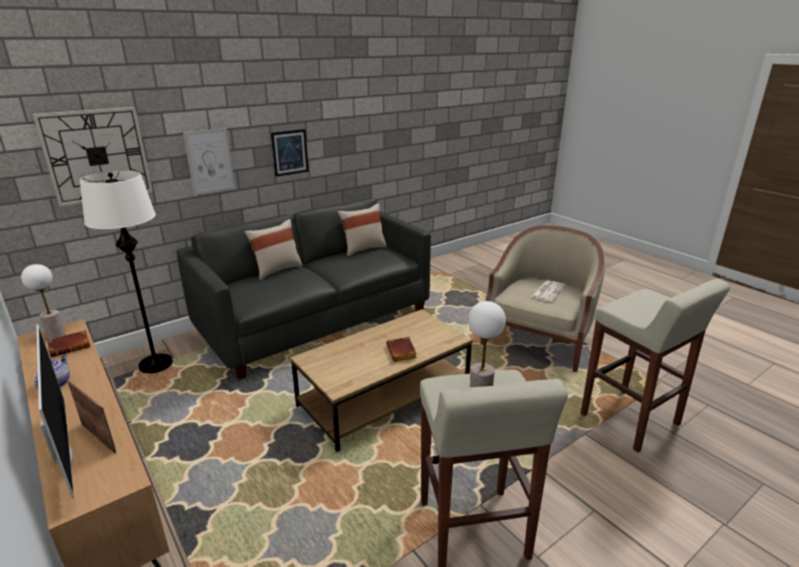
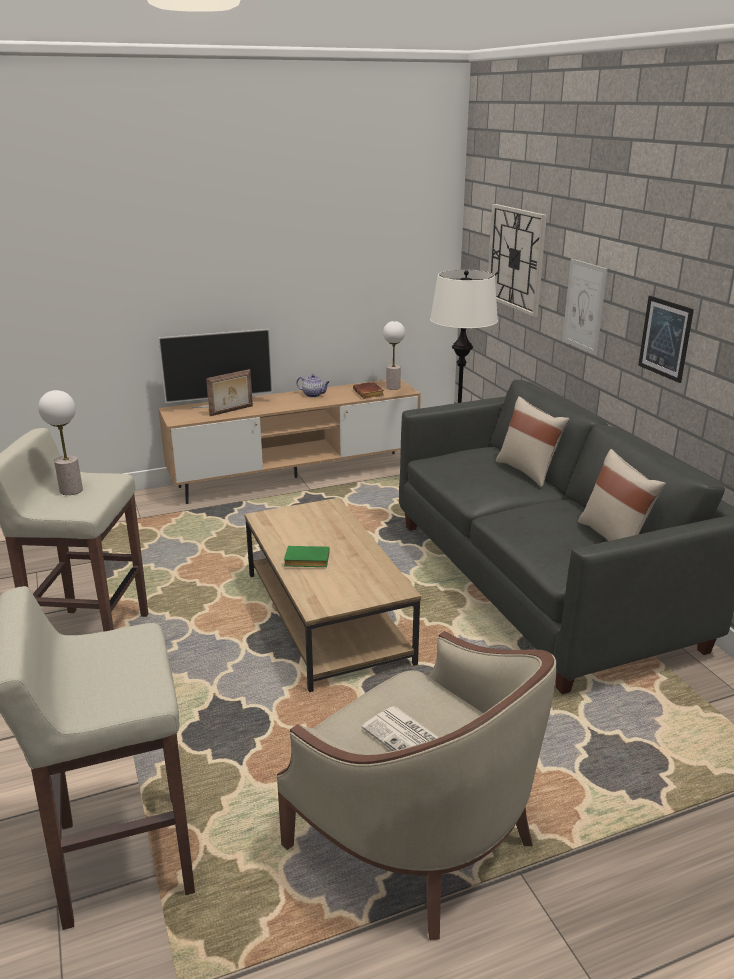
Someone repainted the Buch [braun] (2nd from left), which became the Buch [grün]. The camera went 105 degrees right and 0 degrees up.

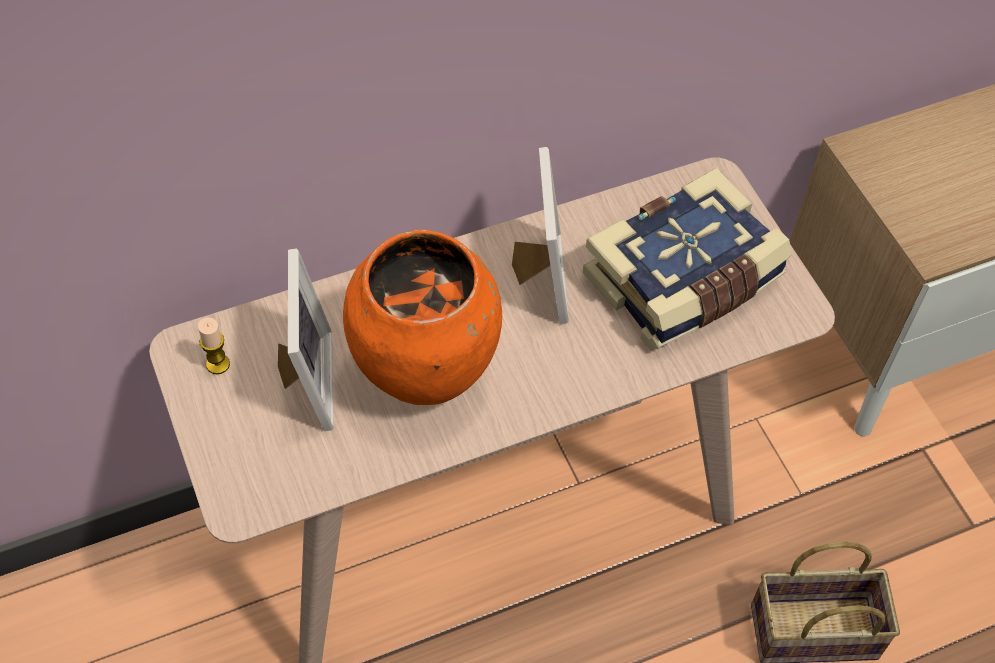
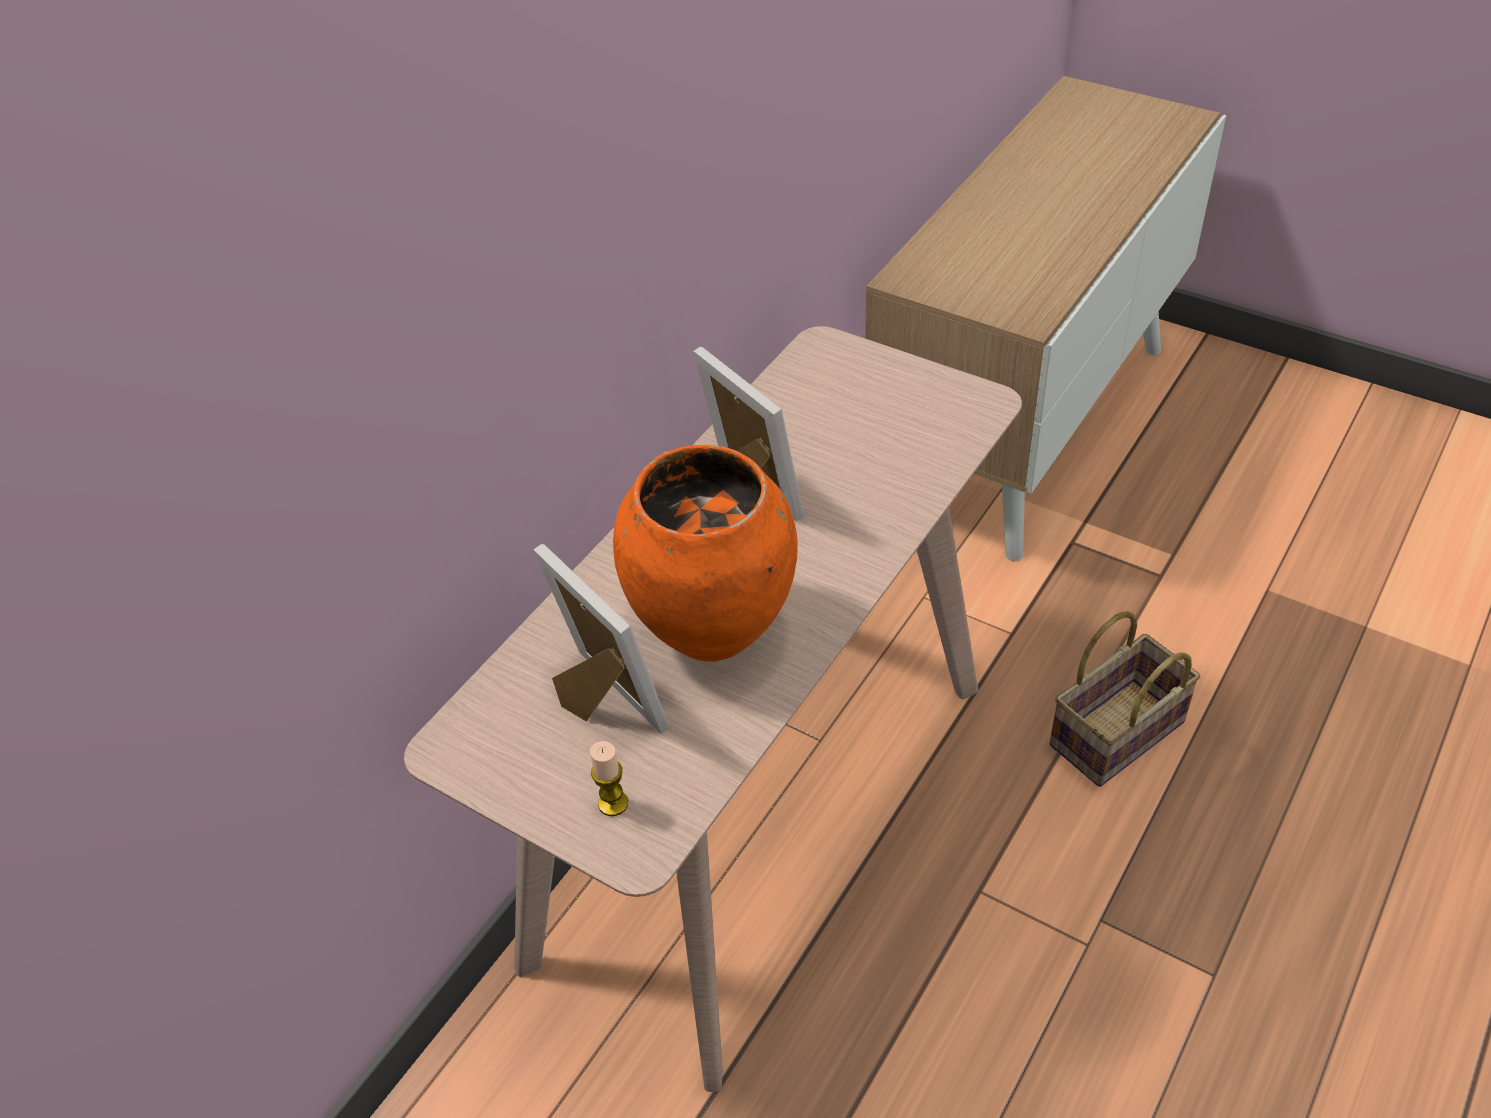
Someone took away the Buch. Someone carried the Kerze. The camera went 30 degrees left and 10 degrees down.

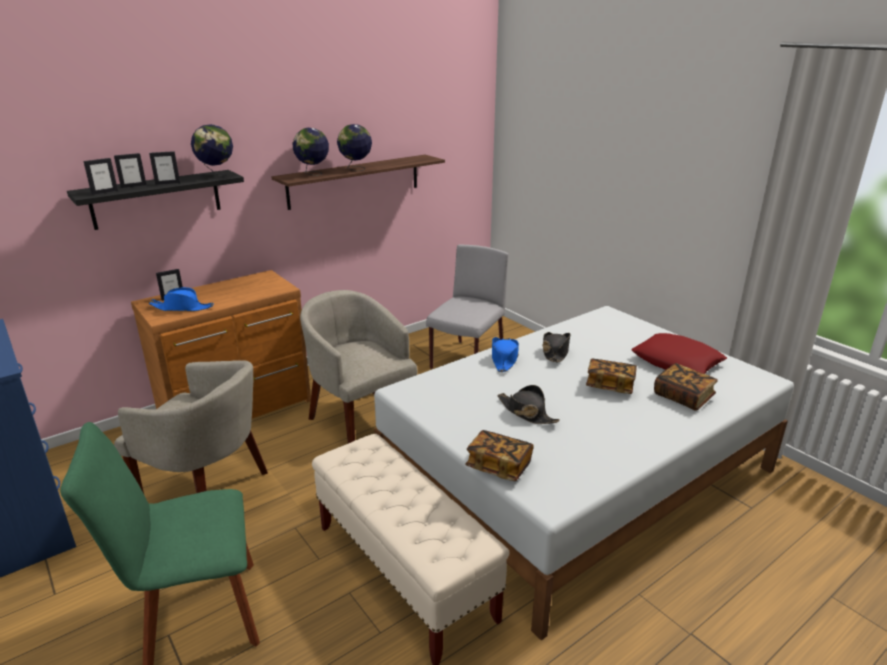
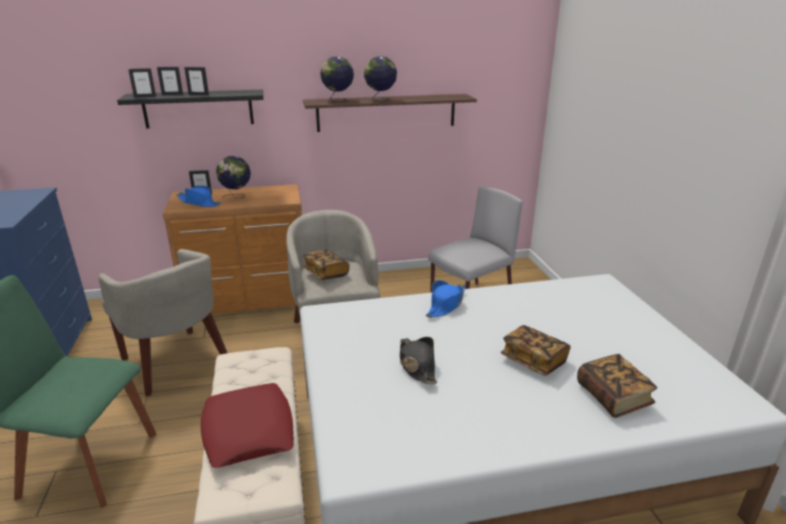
Someone carried the Globus (1st from left). Someone took away the Hut [schwarz] (2nd from left). Someone carried the Kissen [rot]. Someone carried the Buch (1st from left). The camera went 25 degrees right and 0 degrees up.

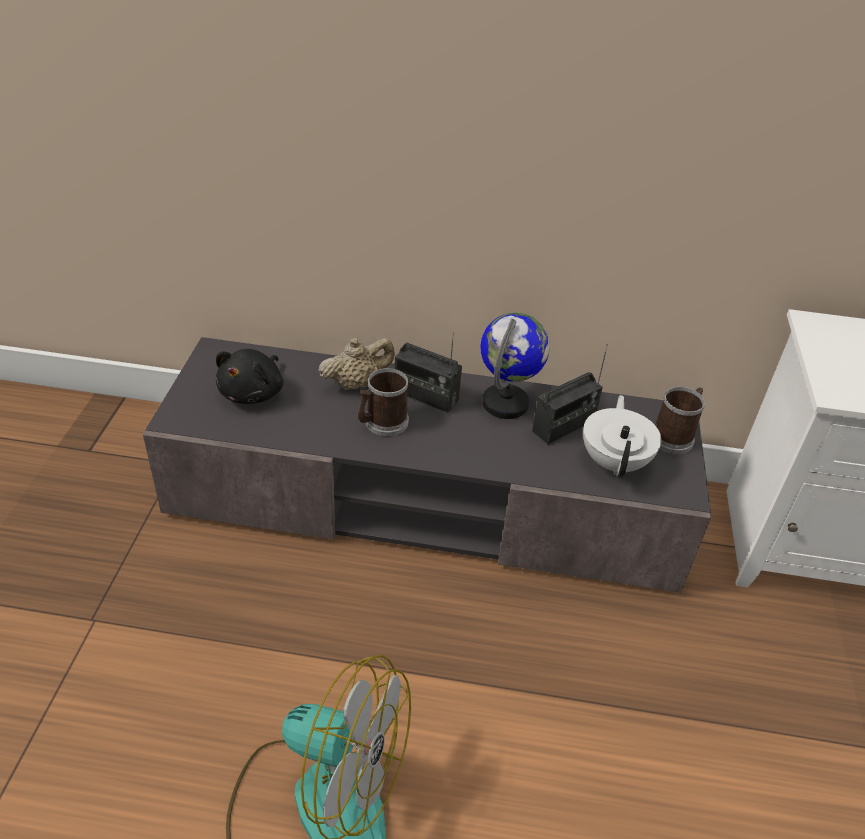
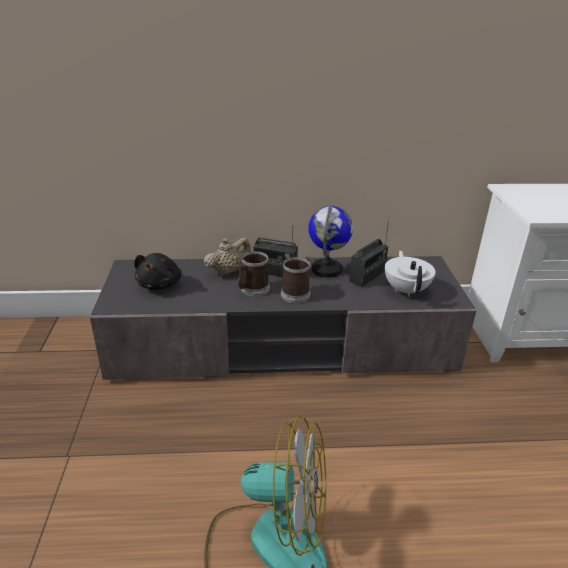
Someone carried the Henkelbecher (2nd from left). The camera went 10 degrees left and 10 degrees down.

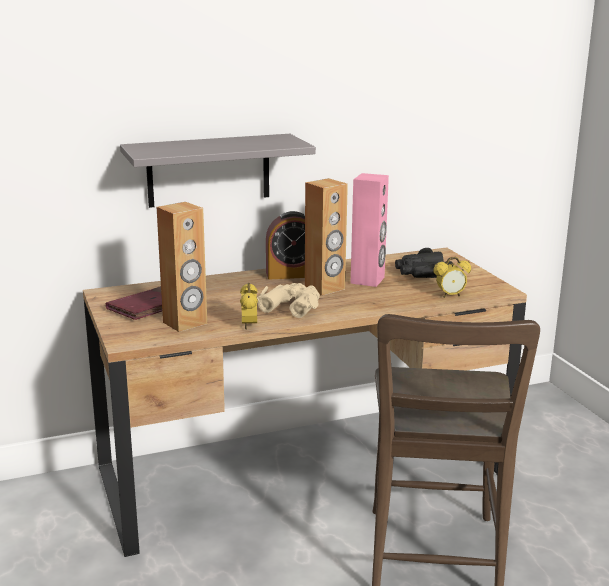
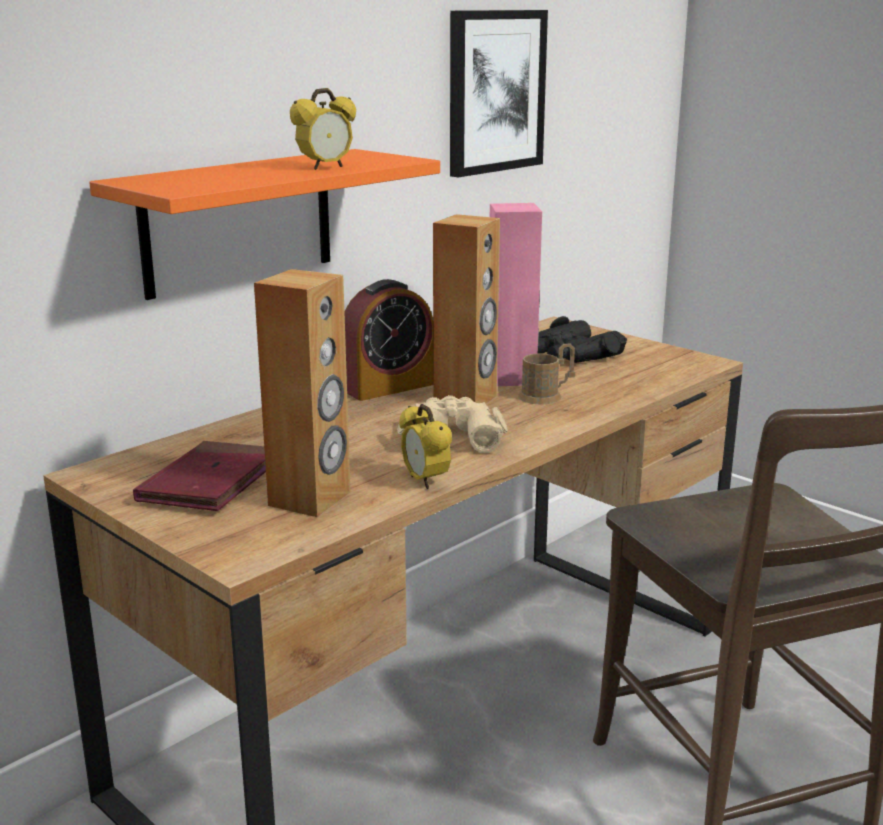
Someone repainted the Wandregal [grau], which became the Wandregal [orange]. Someone carried the Wecker (3rd from left in the first image). Someone put up the Bild. Someone put down the Henkelbecher [braun]. The camera went 25 degrees left and 0 degrees up.

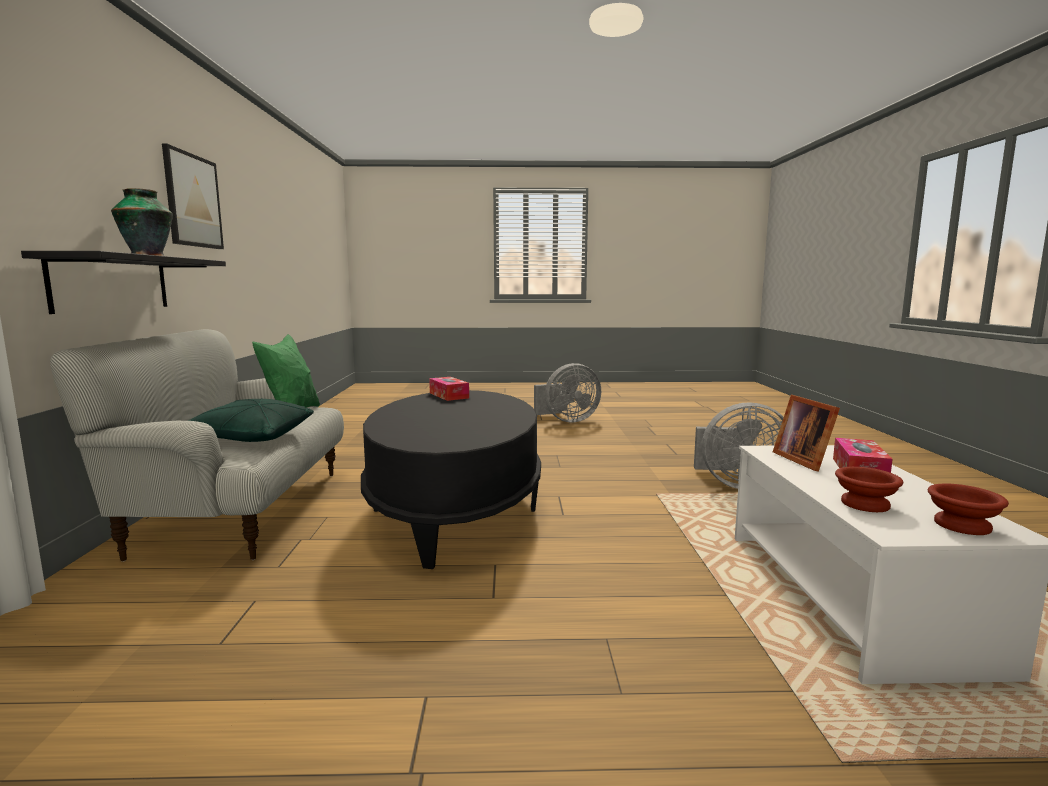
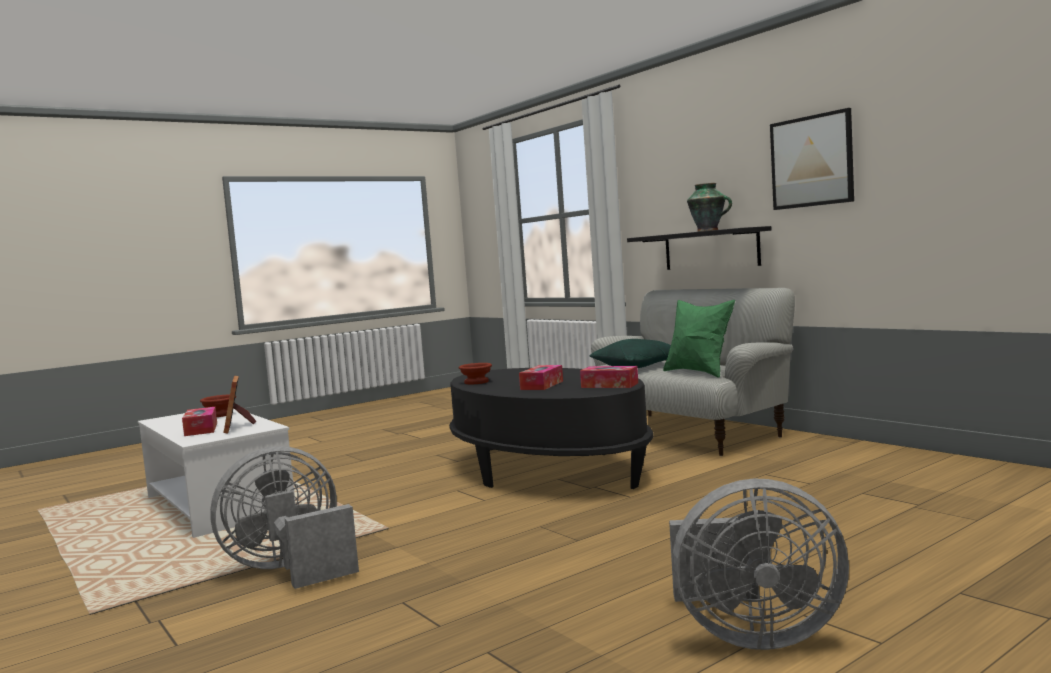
Someone rotated the Ventilator [grau] (1st from left in the first image) by 120 degrees counterclockwise. Someone rotated the Bilderrahmen by 150 degrees counterclockwise. Someone carried the Schüssel [braun] (2nd from left). Someone put down the Taschentuchbox (2nd from left). The camera went 145 degrees right and 5 degrees down.

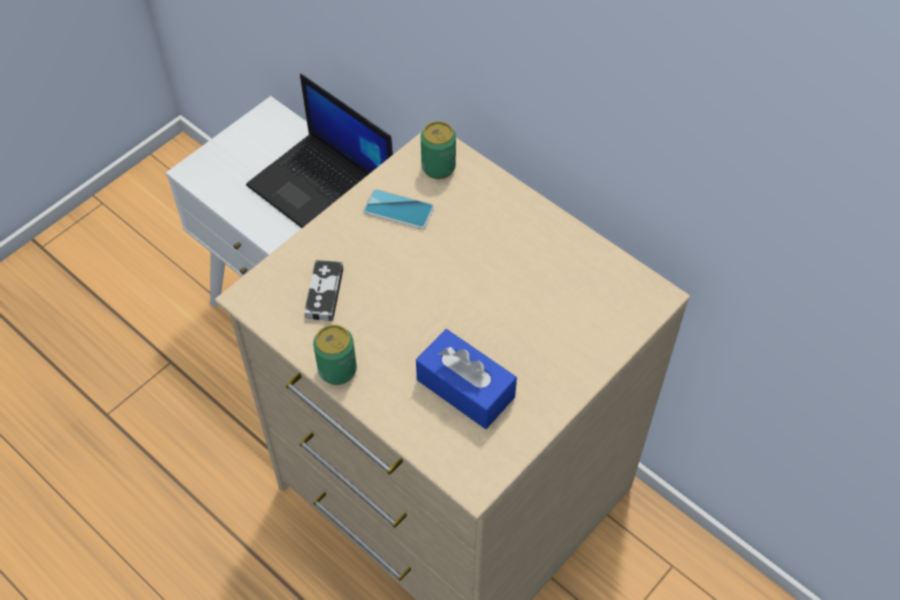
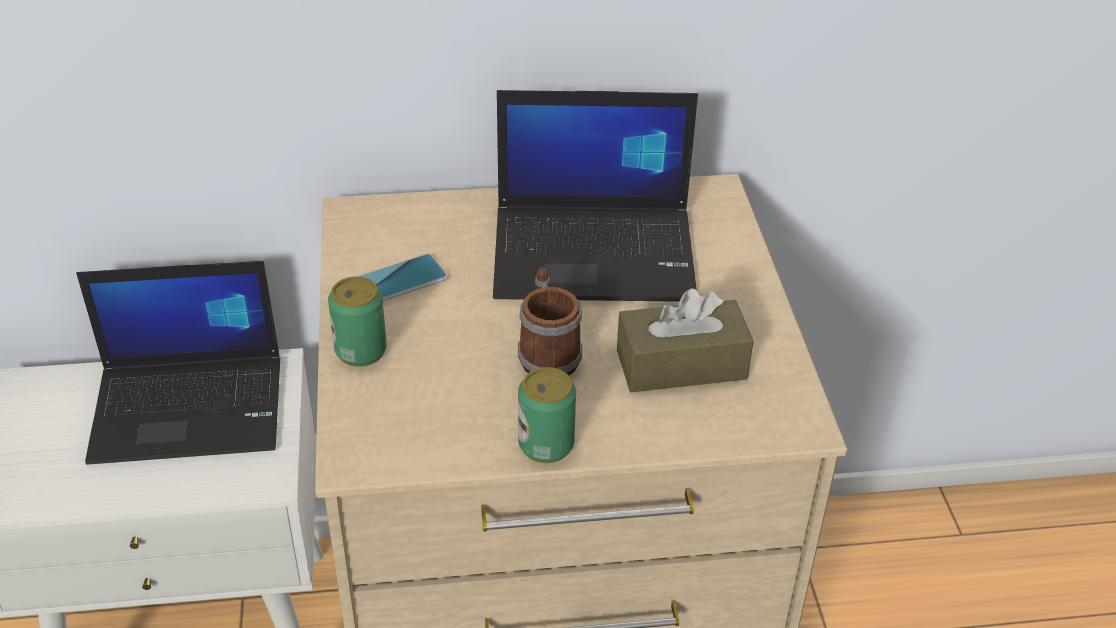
Someone carried the Dose (2nd from left in the first image). Someone took away the Gamepad. Someone repainted the Taschentuchbox [blau], which became the Taschentuchbox [braun]. Someone put down the Laptop (2nd from left). Someone put down the Henkelbecher. The camera went 50 degrees left and 15 degrees down.

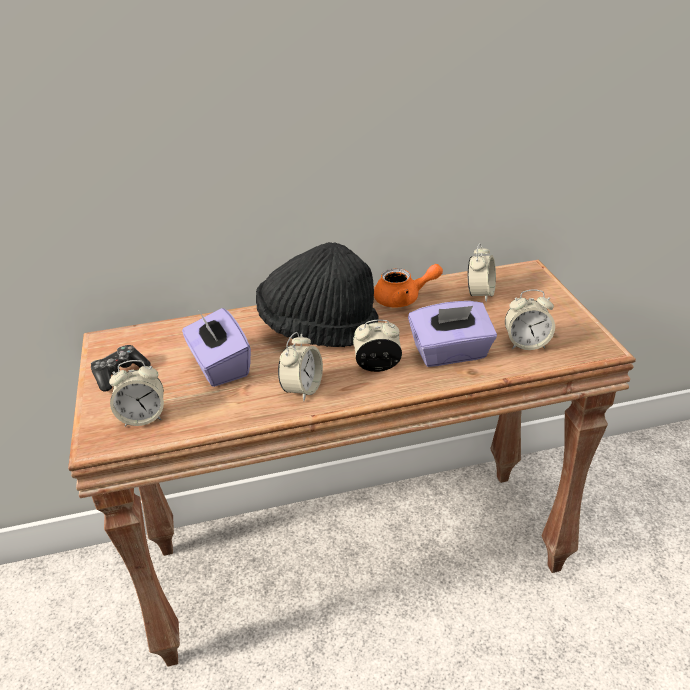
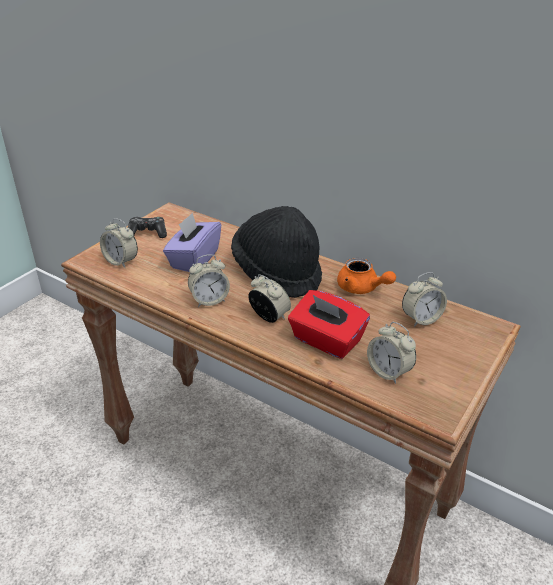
Someone repainted the Taschentuchbox [lila] (2nd from left), which became the Taschentuchbox [rot]. The camera went 45 degrees right and 0 degrees up.

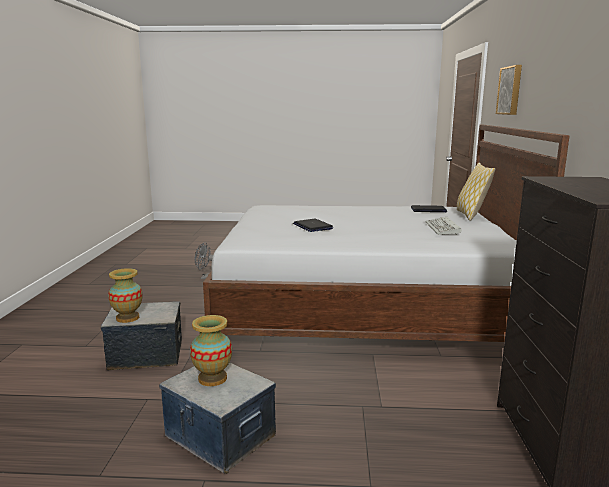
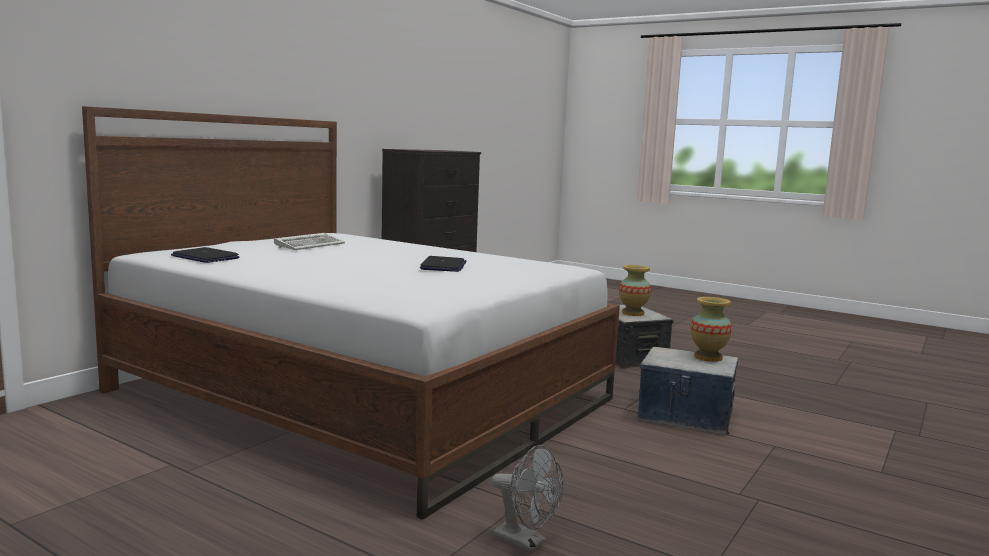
Someone took away the Bild. Someone took away the Kissen. The camera went 150 degrees left and 5 degrees down.

